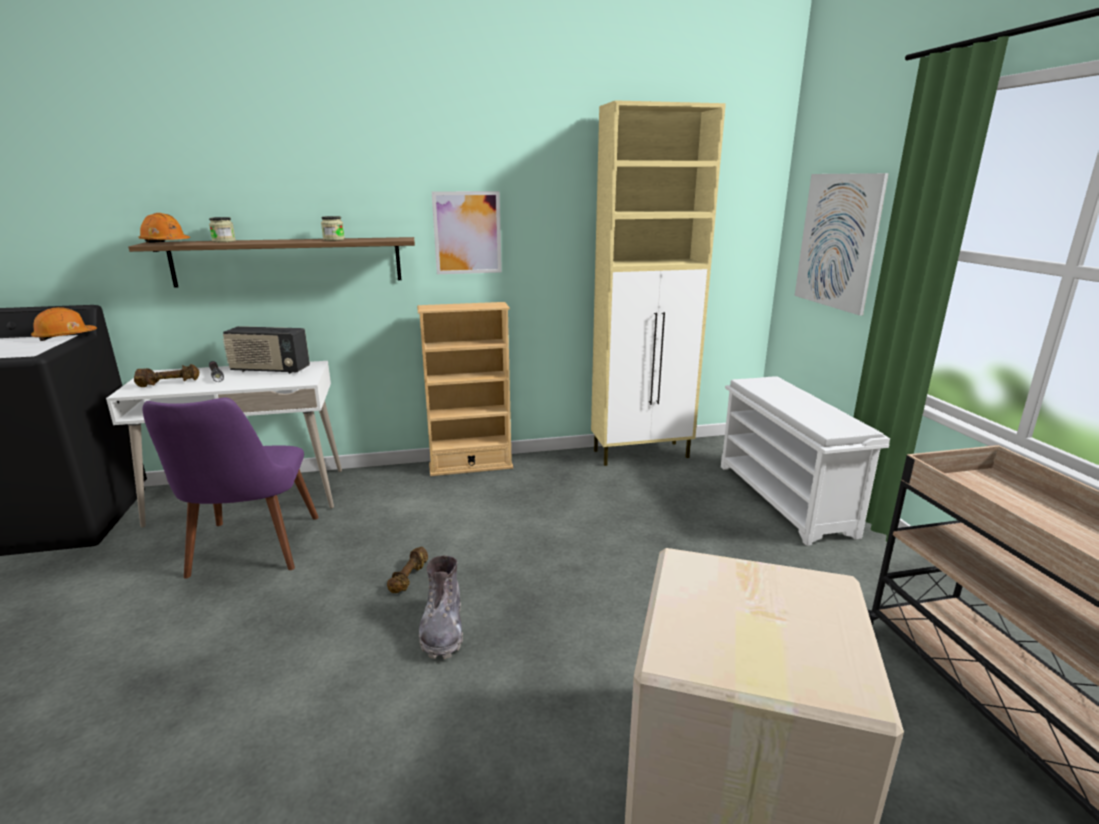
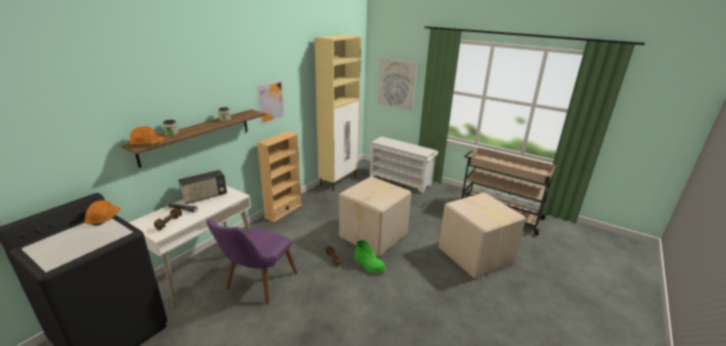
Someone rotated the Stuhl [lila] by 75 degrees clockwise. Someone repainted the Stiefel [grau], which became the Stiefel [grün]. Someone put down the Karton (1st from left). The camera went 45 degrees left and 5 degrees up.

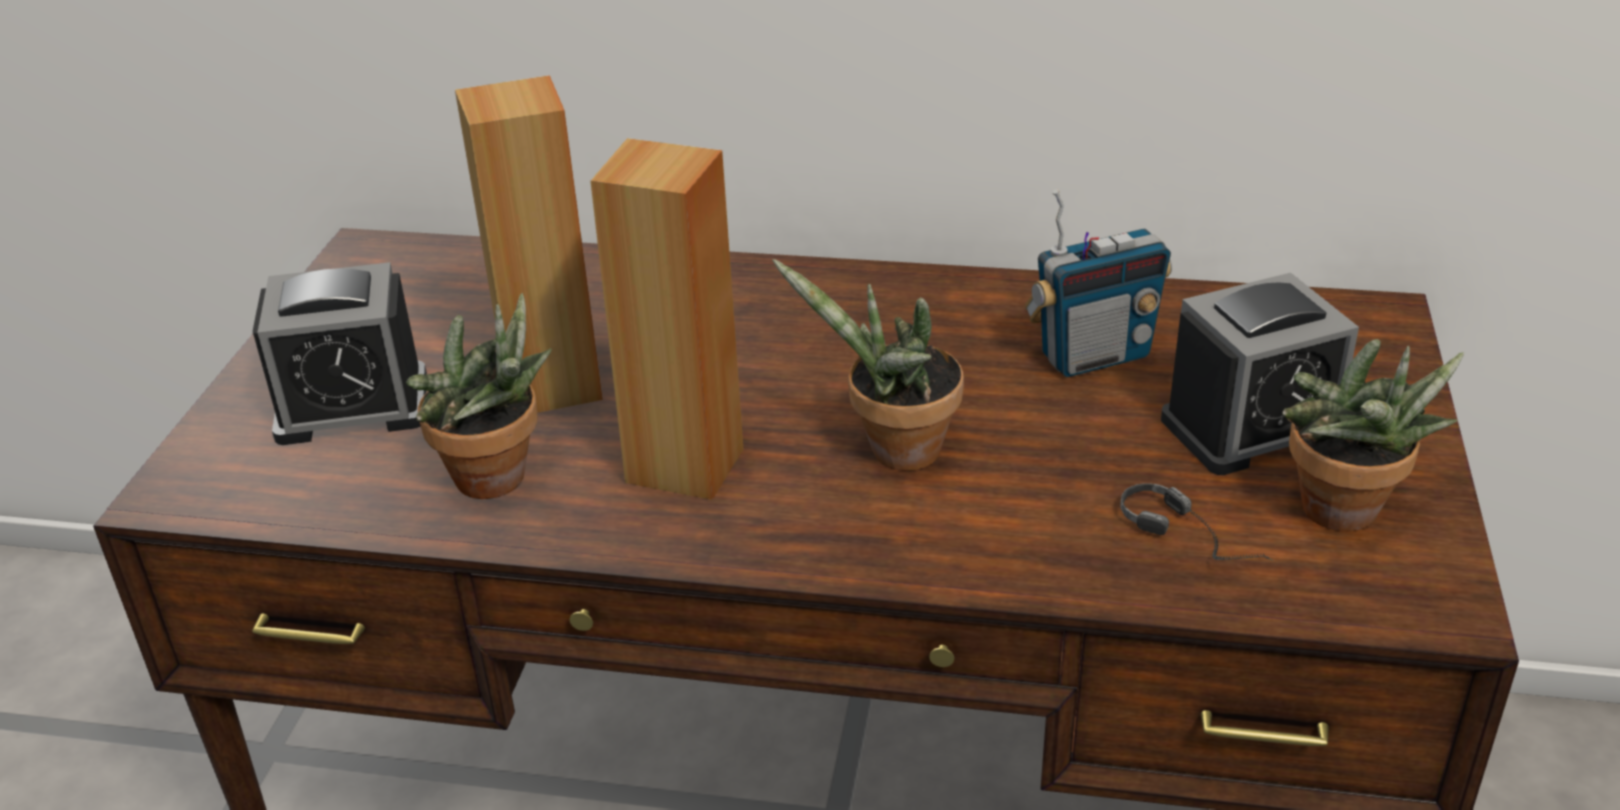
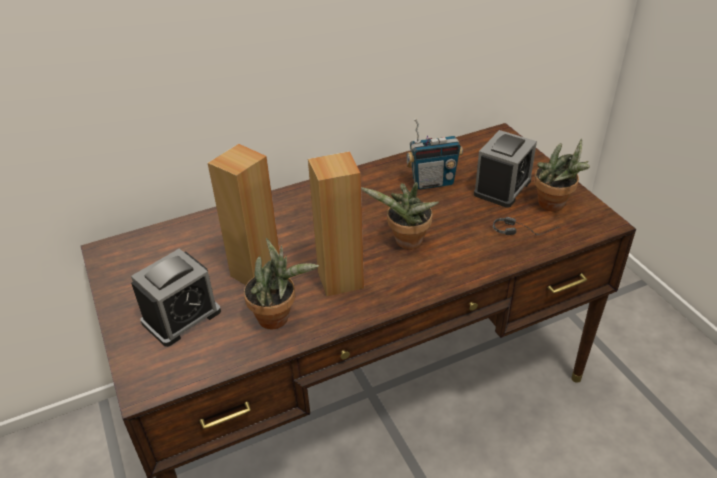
Someone rotated the Radio by 45 degrees clockwise. The camera went 35 degrees left and 5 degrees up.

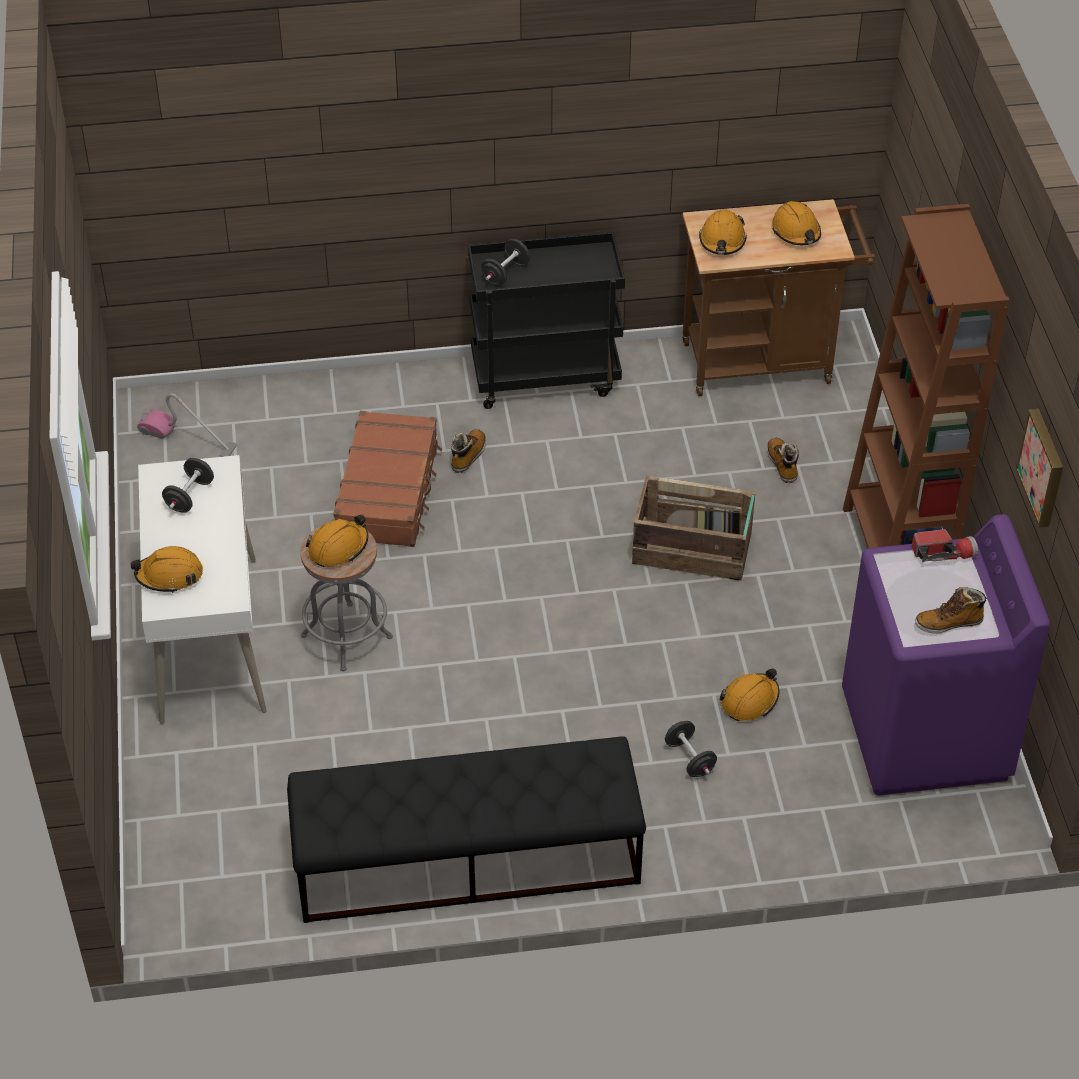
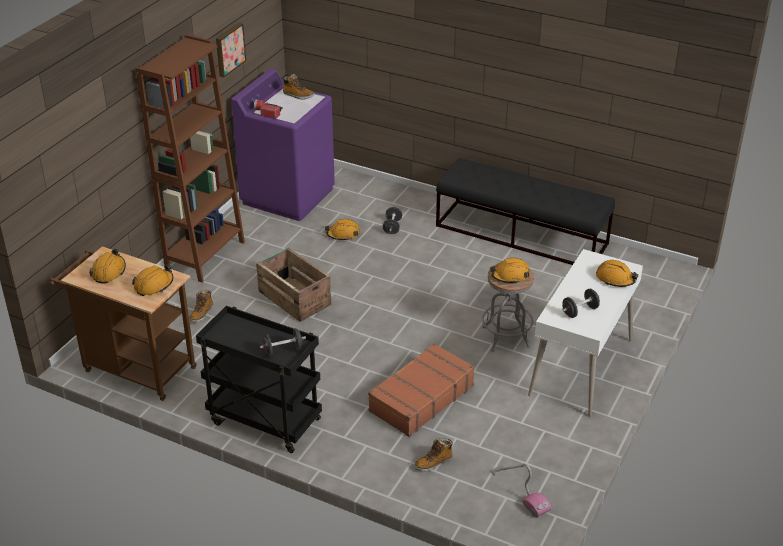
Someone carried the Stiefel (1st from left in the first image). The camera went 145 degrees left and 10 degrees down.

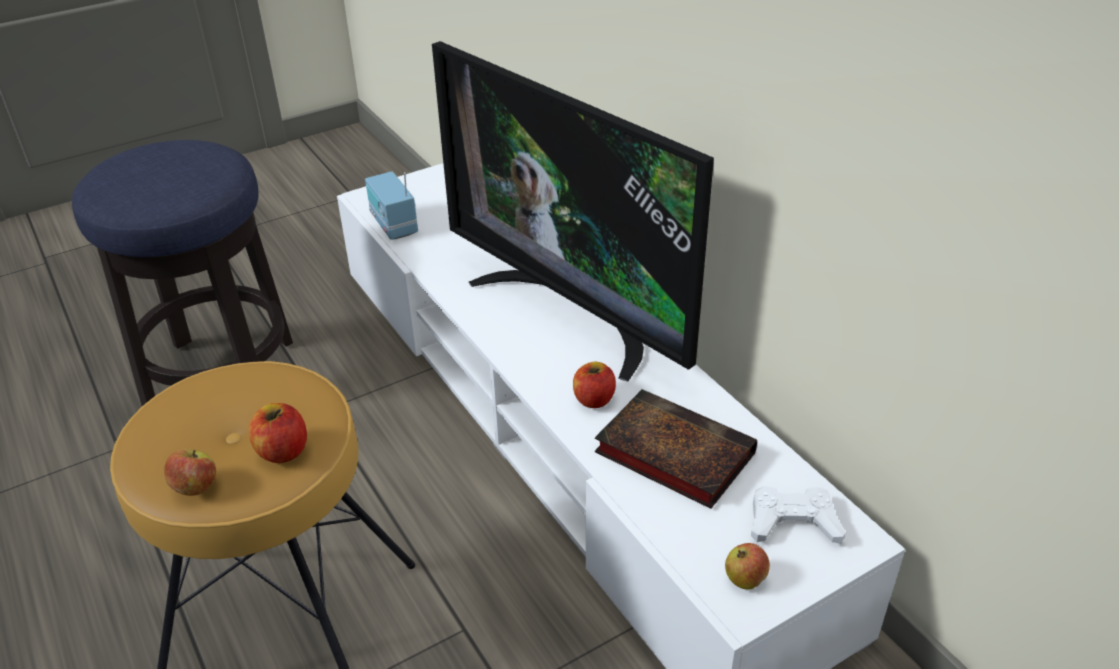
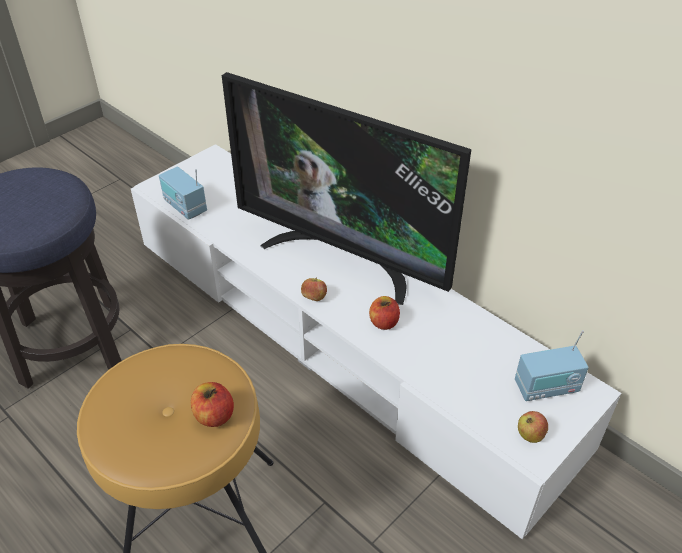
Someone took away the Buch. Someone carried the Apfel (1st from left in the first image). Someone swapped the Gamepad [weiß] for the Radio (2nd from left). The camera went 15 degrees left and 5 degrees up.

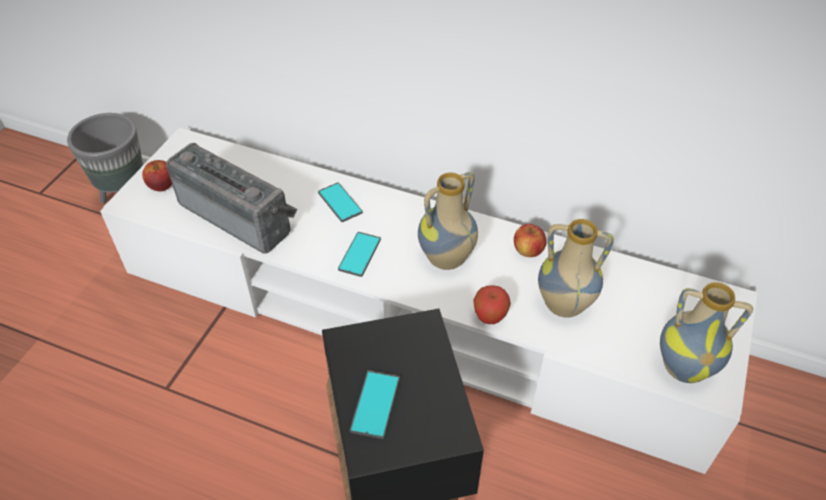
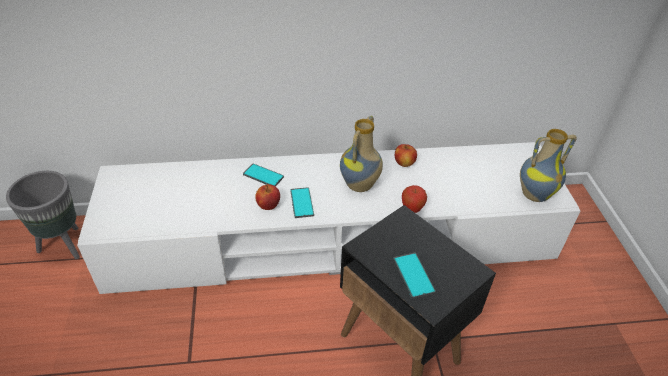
Someone took away the Radio. Someone carried the Apfel (1st from left). Someone took away the Vase (2nd from left). The camera went 30 degrees left and 5 degrees down.

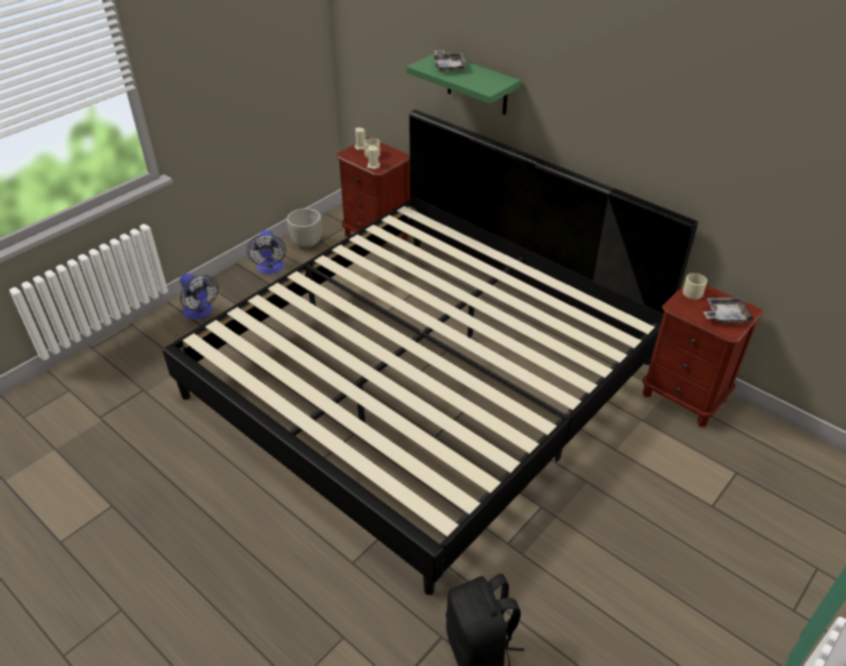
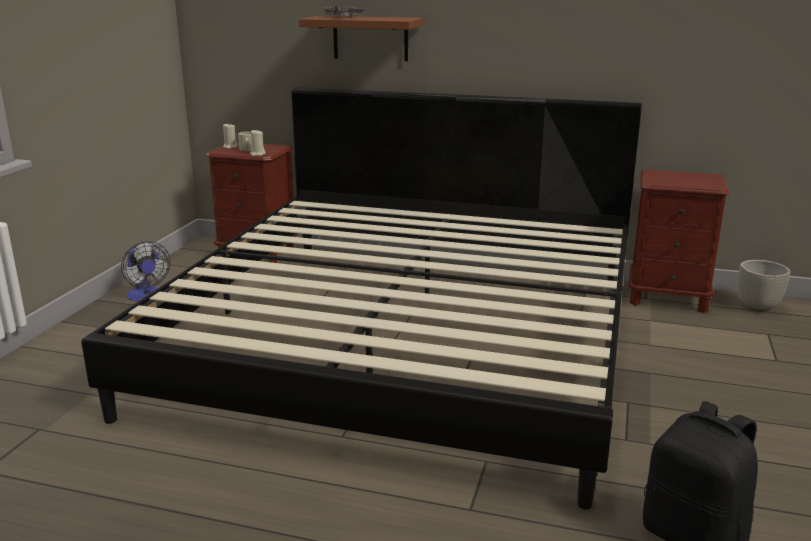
Someone repainted the Wandregal [grün], which became the Wandregal [braun]. Someone carried the Pflanzkübel [grau]. Someone took away the Ventilator (1st from left). Someone took away the Henkelbecher [beige] (2nd from left). Someone took away the Tablett [grau] (2nd from left). The camera went 25 degrees left and 20 degrees down.

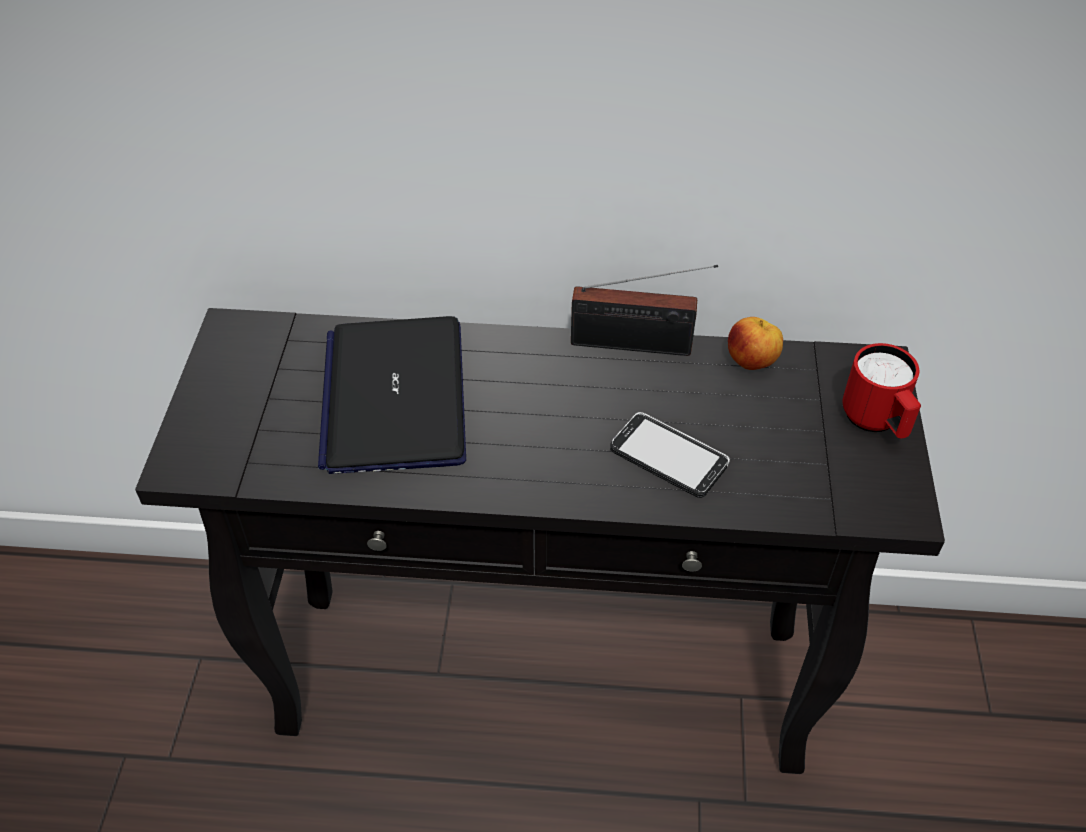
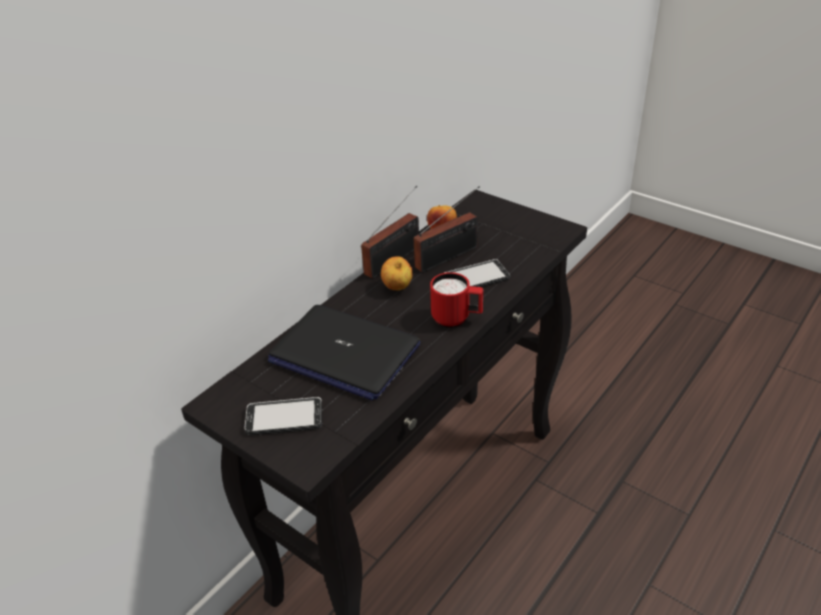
Someone carried the Henkelbecher [rot]. Someone put down the Radio (2nd from left). Someone put down the Apfel (1st from left). Someone put down the Handy (1st from left). The camera went 55 degrees left and 10 degrees down.

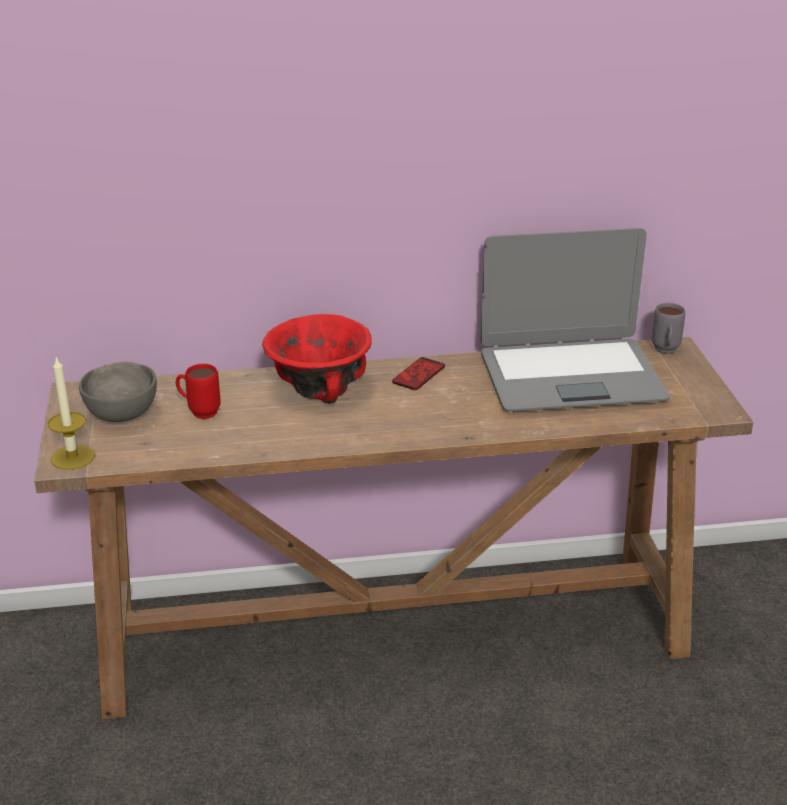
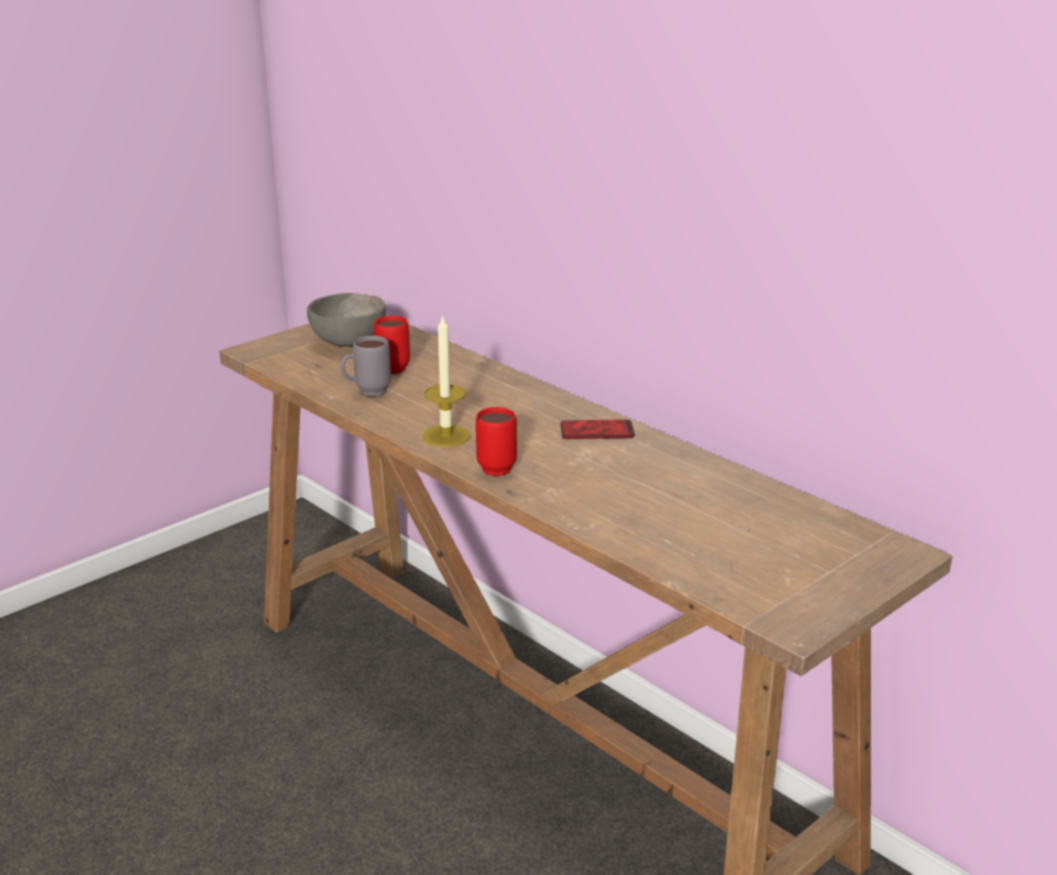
Someone took away the Laptop. Someone carried the Henkelbecher [grau]. Someone took away the Schüssel [rot]. Someone carried the Kerze. Someone put down the Henkelbecher [rot] (2nd from left). The camera went 55 degrees right and 5 degrees down.

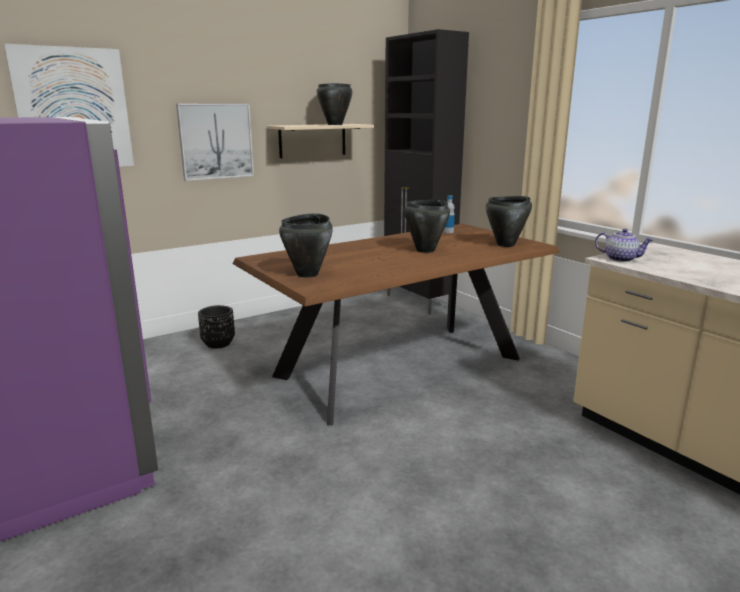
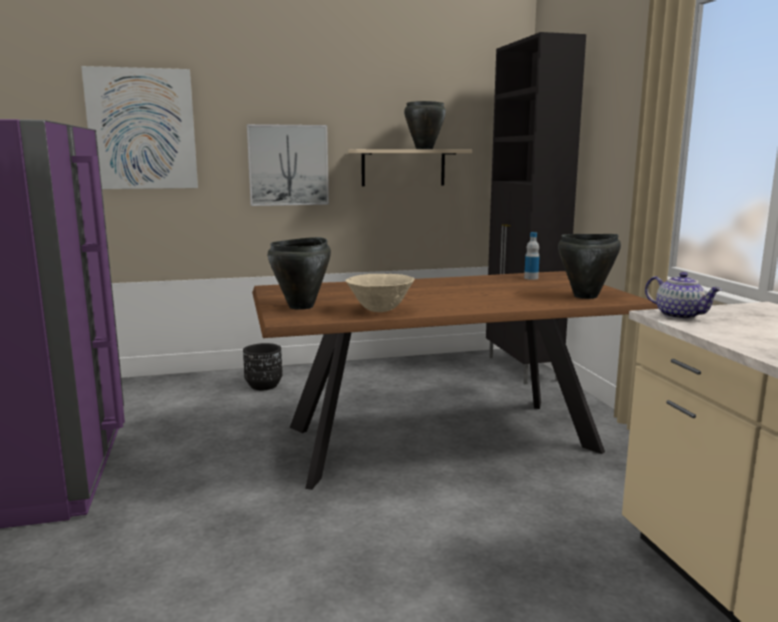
Someone took away the Kochtopf [schwarz] (3rd from left). Someone put down the Schüssel [beige]. The camera went 20 degrees right and 5 degrees down.

